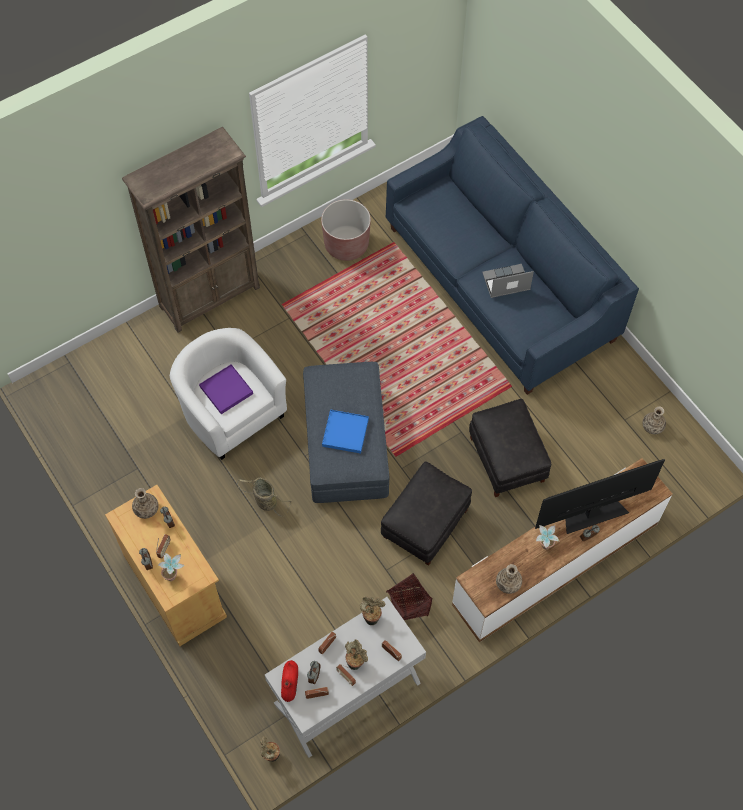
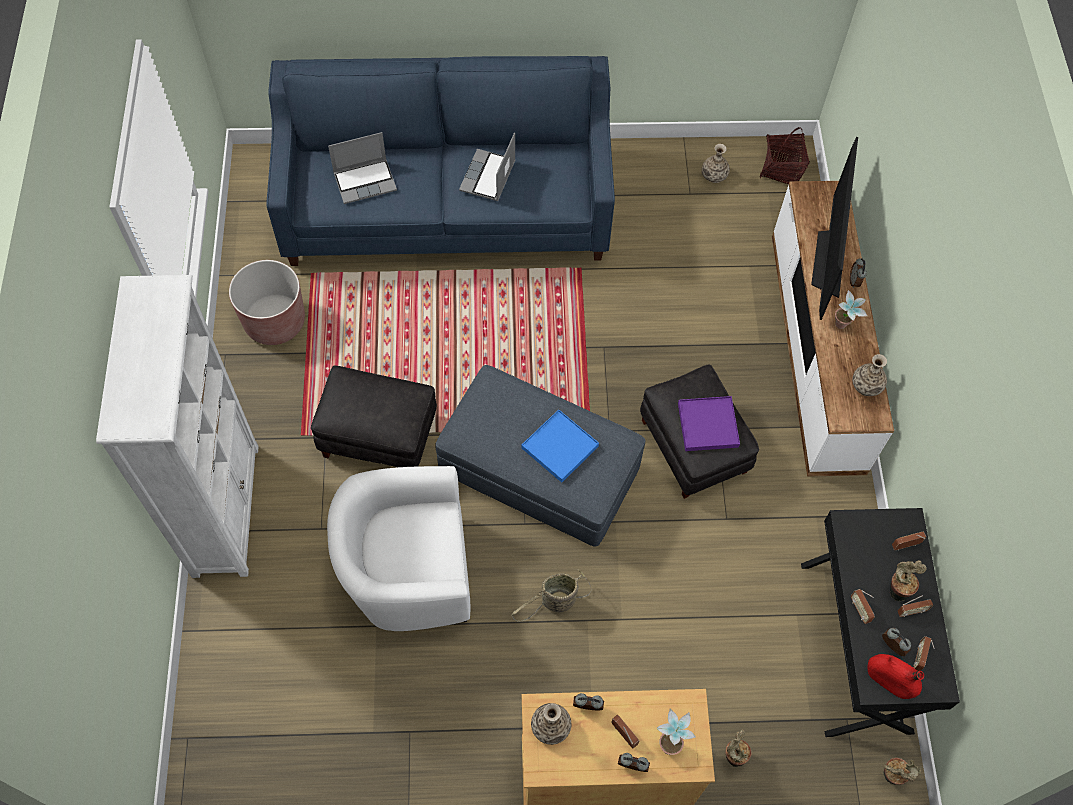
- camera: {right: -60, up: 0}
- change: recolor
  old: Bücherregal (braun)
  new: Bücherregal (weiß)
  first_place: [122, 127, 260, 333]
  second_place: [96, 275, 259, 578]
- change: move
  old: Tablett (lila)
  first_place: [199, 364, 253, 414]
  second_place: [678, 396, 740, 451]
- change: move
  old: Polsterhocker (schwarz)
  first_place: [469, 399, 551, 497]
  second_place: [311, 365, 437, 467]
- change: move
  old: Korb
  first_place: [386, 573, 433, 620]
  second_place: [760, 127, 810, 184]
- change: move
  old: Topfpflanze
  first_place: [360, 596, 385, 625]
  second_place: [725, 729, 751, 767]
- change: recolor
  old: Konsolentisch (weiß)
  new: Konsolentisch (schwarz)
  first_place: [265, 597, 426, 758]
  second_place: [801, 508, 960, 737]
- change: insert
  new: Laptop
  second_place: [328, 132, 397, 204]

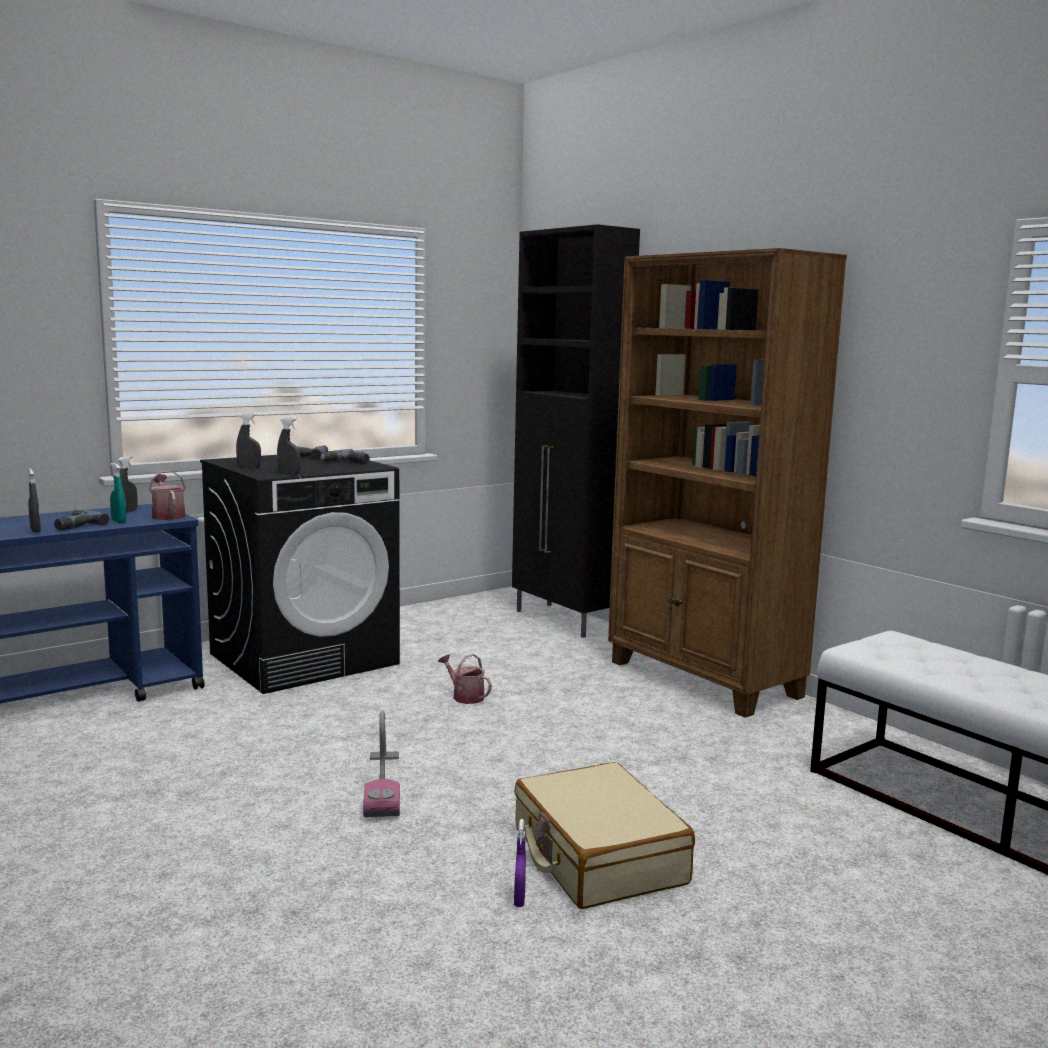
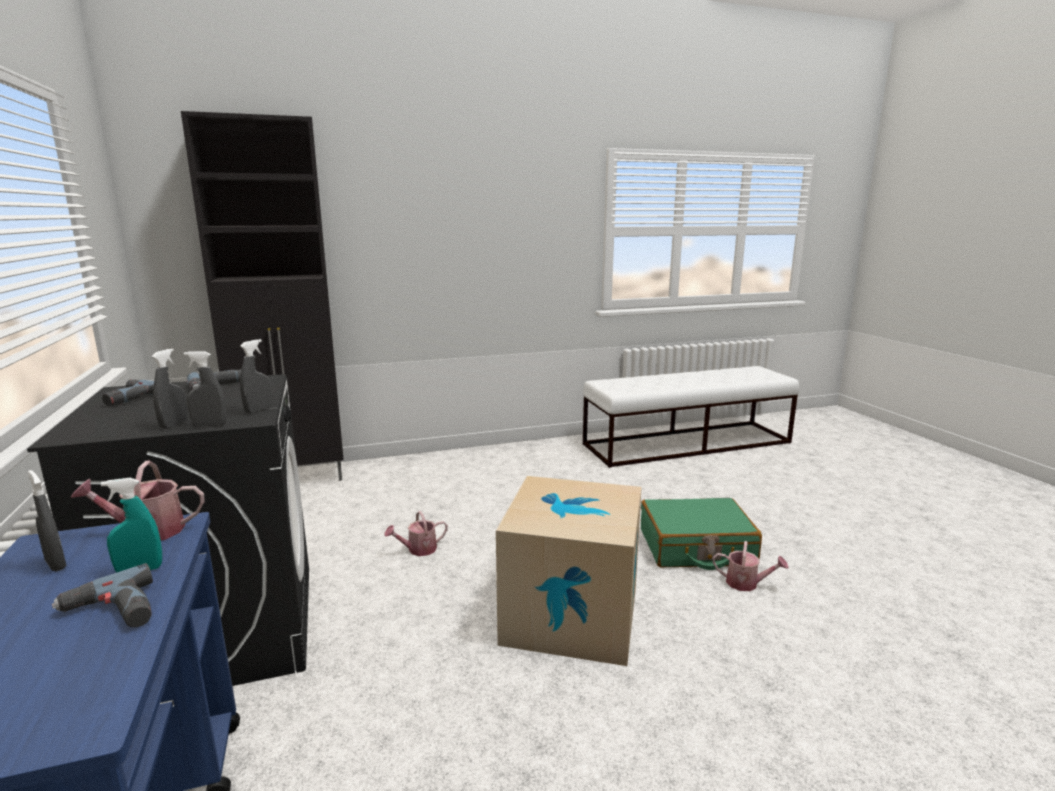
- camera: {right: -70, up: 5}
- change: delete
  old: Bücherregal (braun)
  first_place: [608, 248, 847, 718]
- change: move
  old: Sprühflasche (grau)
  first_place: [28, 469, 41, 533]
  second_place: [184, 351, 226, 427]
- change: replace
  old: Staubsauger
  new: Karton
  first_place: [363, 711, 400, 817]
  second_place: [496, 476, 642, 666]
- change: recolor
  old: Koffer (beige)
  new: Koffer (grün)
  first_place: [515, 762, 695, 909]
  second_place: [641, 498, 762, 570]
- change: replace
  old: Sprühflasche (lila)
  new: Gießkanne
  first_place: [514, 819, 526, 907]
  second_place: [713, 541, 789, 591]

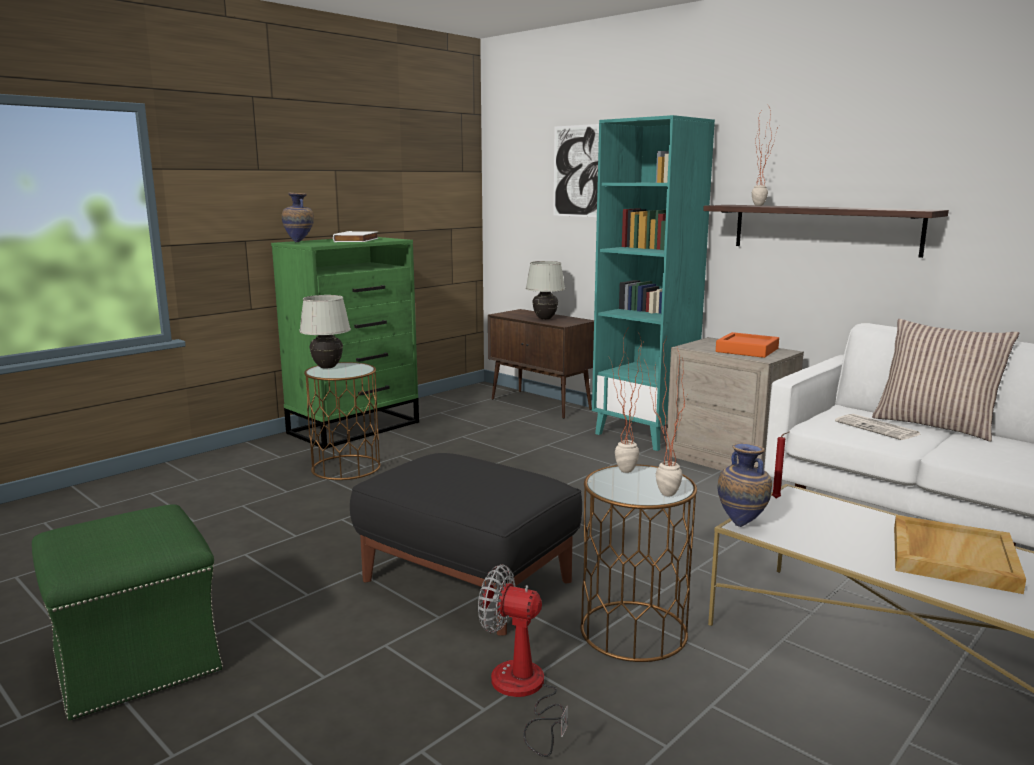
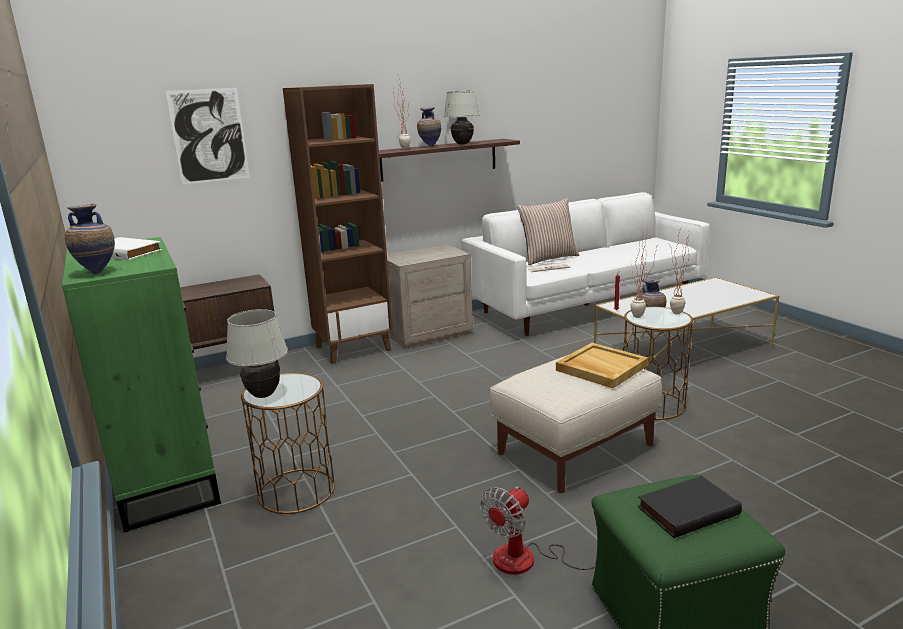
- camera: {right: -70, up: 5}
- change: recolor
  old: Bücherregal (türkis)
  new: Bücherregal (braun)
  first_place: [592, 115, 715, 451]
  second_place: [283, 84, 393, 364]
- change: move
  old: Tischlampe (weiß)
  first_place: [526, 261, 565, 319]
  second_place: [444, 91, 479, 144]
- change: delete
  old: Tablett (orange)
  first_place: [716, 332, 779, 358]
- change: recolor
  old: Polsterhocker (schwarz)
  new: Polsterhocker (beige)
  first_place: [350, 453, 582, 636]
  second_place: [490, 355, 662, 493]
- change: move
  old: Tablett (beige)
  first_place: [894, 515, 1026, 594]
  second_place: [556, 343, 648, 389]
- change: move
  old: Ventilator
  first_place: [478, 565, 568, 757]
  second_place: [480, 486, 595, 575]
- change: insert
  new: Vase
  second_place: [417, 107, 441, 147]
- change: insert
  new: Buch (schwarz)
  second_place: [637, 476, 742, 538]

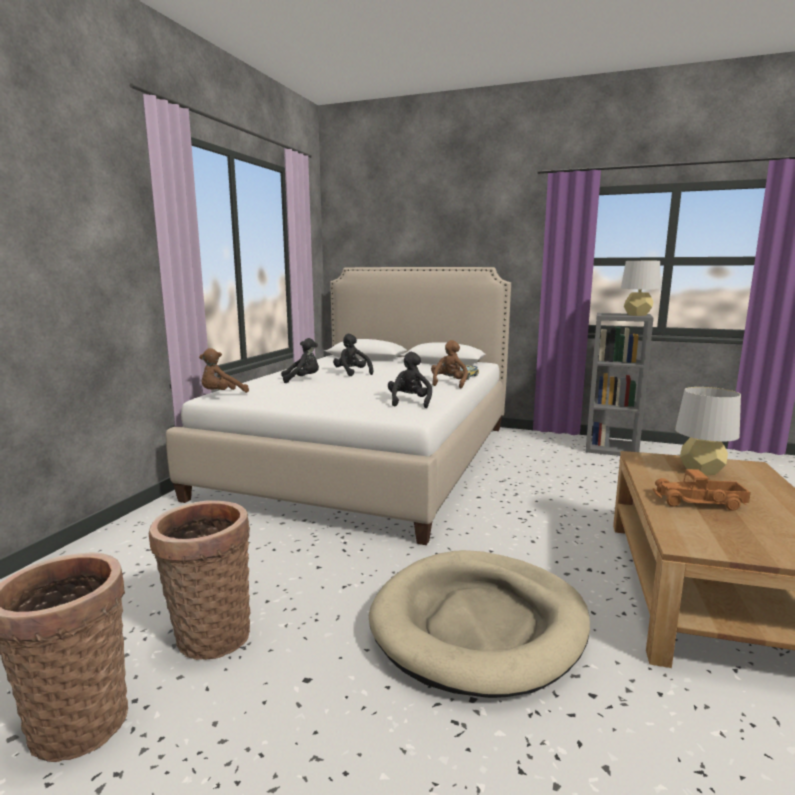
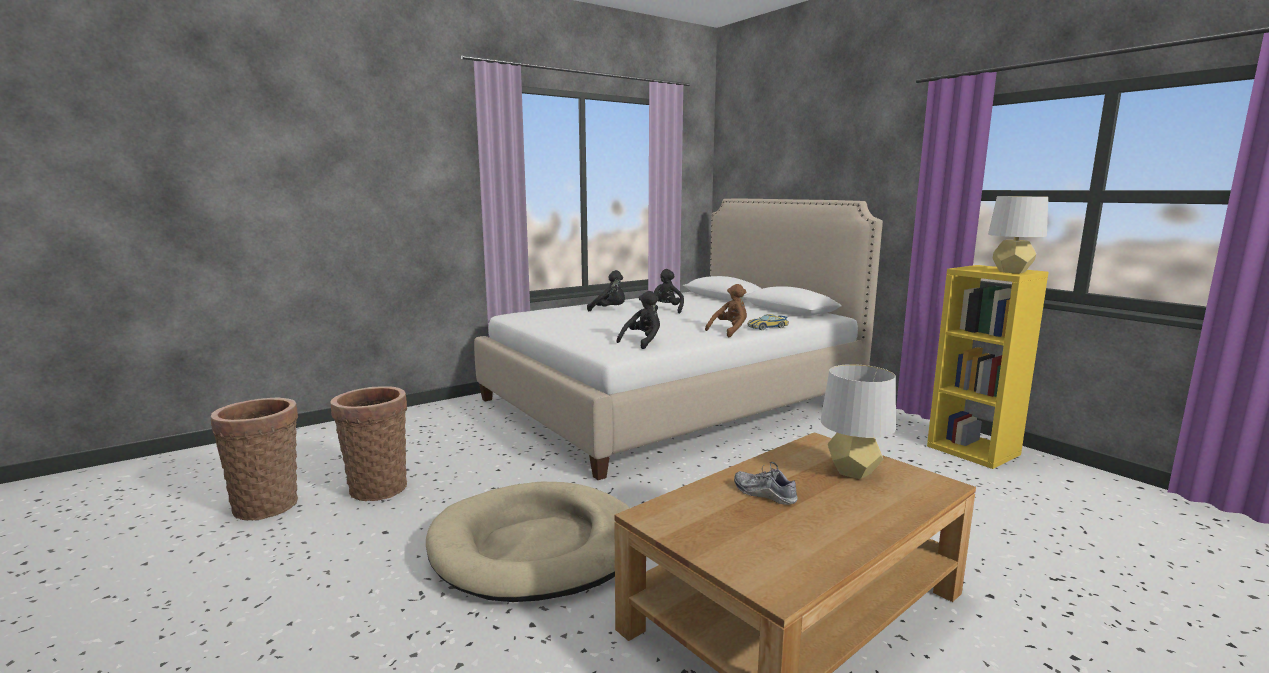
- camera: {right: 35, up: 0}
- change: recolor
  old: Bücherregal (grau)
  new: Bücherregal (gelb)
  first_place: [586, 313, 654, 456]
  second_place: [927, 265, 1048, 469]
- change: delete
  old: Plüschtier (braun)
  first_place: [199, 348, 249, 393]
- change: replace
  old: Spielzeuglaster
  new: Schuh
  first_place: [653, 469, 751, 511]
  second_place: [734, 462, 798, 505]

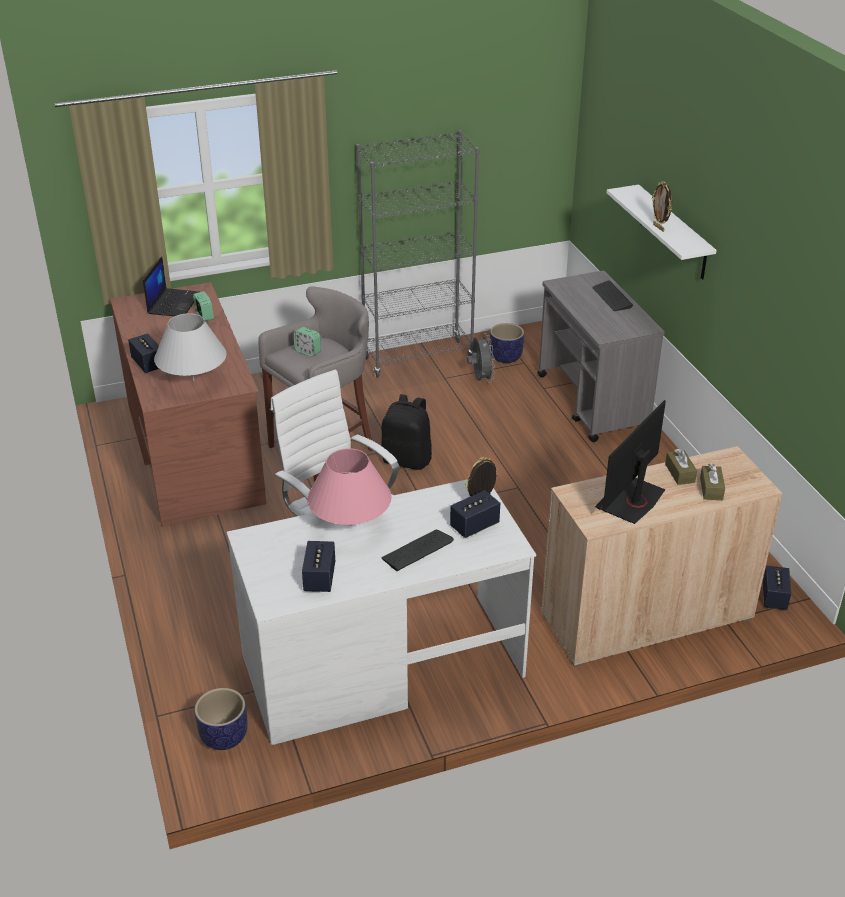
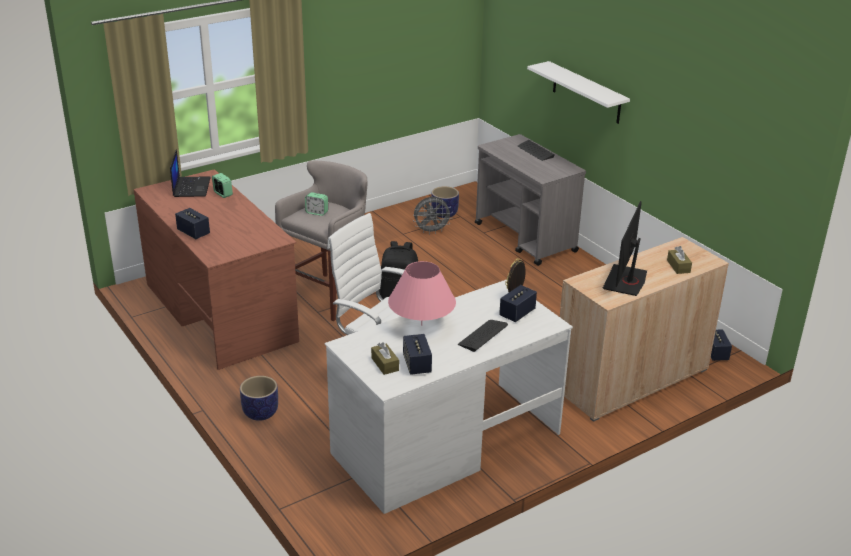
- camera: {right: -15, up: -5}
- change: delete
  old: Bücherregal (grau)
  first_place: [356, 130, 479, 378]
- change: delete
  old: Bilderrahmen
  first_place: [652, 181, 672, 232]
- change: delete
  old: Tischlampe (weiß)
  first_place: [154, 313, 227, 382]
- change: rotate
  old: Ventilator (grau)
  first_place: [467, 333, 495, 383]
  second_place: [413, 197, 453, 235]
  degrees: 105
- change: move
  old: Taschentuchbox (braun)
  first_place: [665, 449, 697, 485]
  second_place: [371, 342, 399, 375]
- change: move
  old: Pflanzkübel
  first_place: [194, 688, 247, 750]
  second_place: [240, 376, 278, 421]

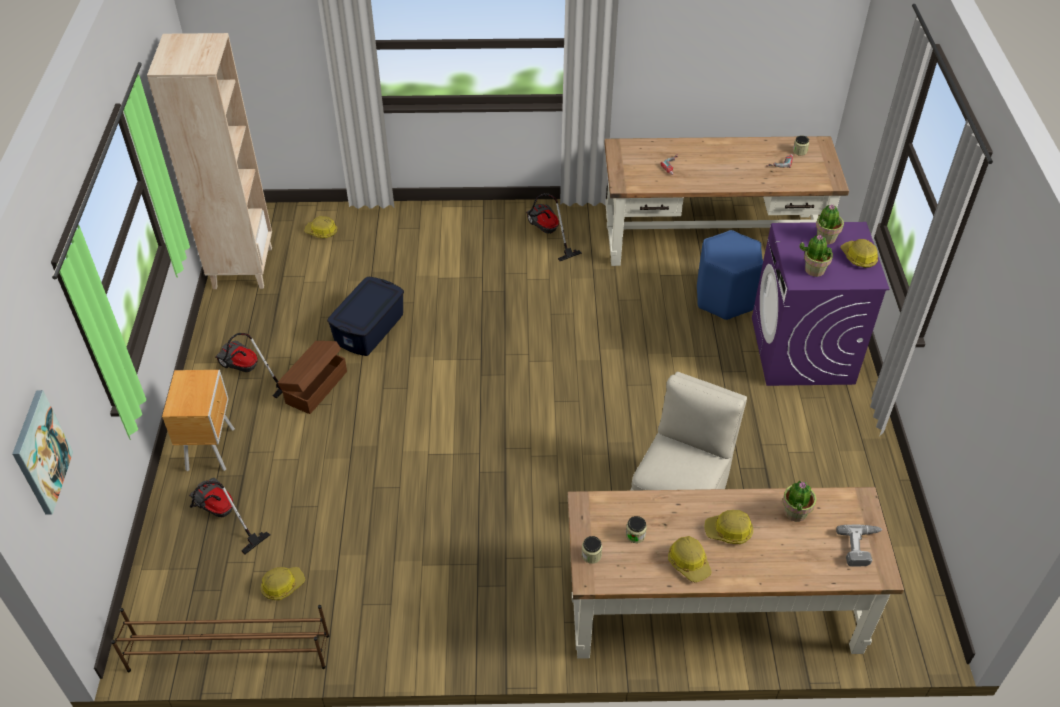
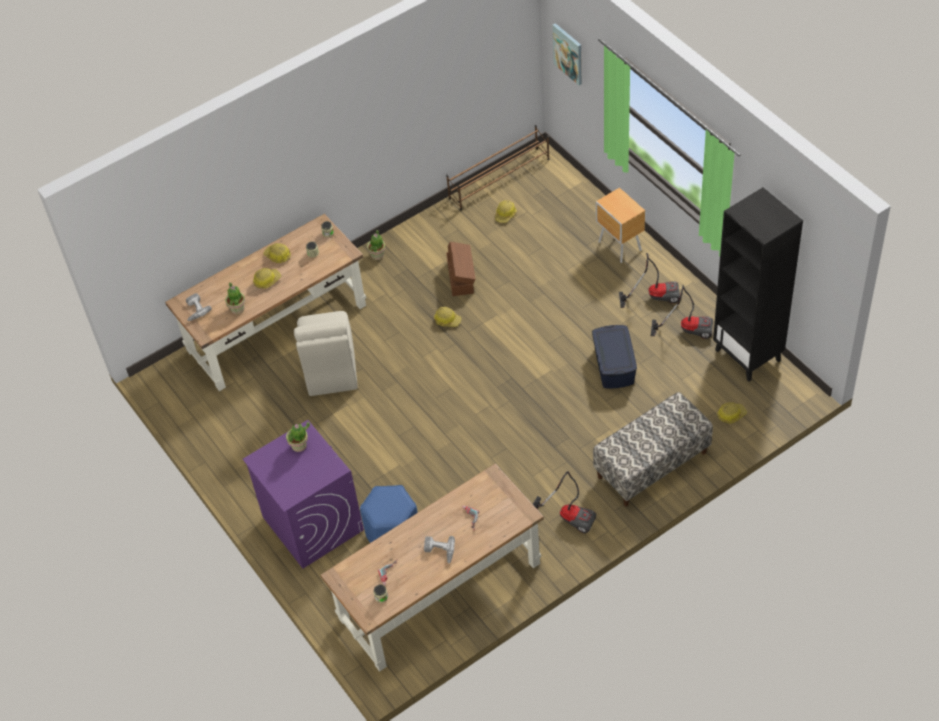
- camera: {right: 150, up: 5}
- change: recolor
  old: Bücherregal (beige)
  new: Bücherregal (schwarz)
  first_place: [147, 33, 272, 289]
  second_place: [713, 187, 803, 381]
- change: move
  old: Topfpflanze
  first_place: [816, 204, 844, 244]
  second_place: [367, 230, 385, 260]
- change: move
  old: Schutzhelm
  first_place: [841, 239, 878, 268]
  second_place: [434, 307, 462, 327]
- change: move
  old: Aufbewahrungsbox (braun)
  first_place: [277, 341, 347, 414]
  second_place: [446, 242, 476, 296]
- change: move
  old: Staubsauger
  first_place: [189, 478, 270, 555]
  second_place: [651, 285, 713, 339]
- change: insert
  new: Bank
  second_place: [593, 392, 713, 507]
- change: insert
  new: Bohrmaschine
  second_place: [424, 536, 455, 563]

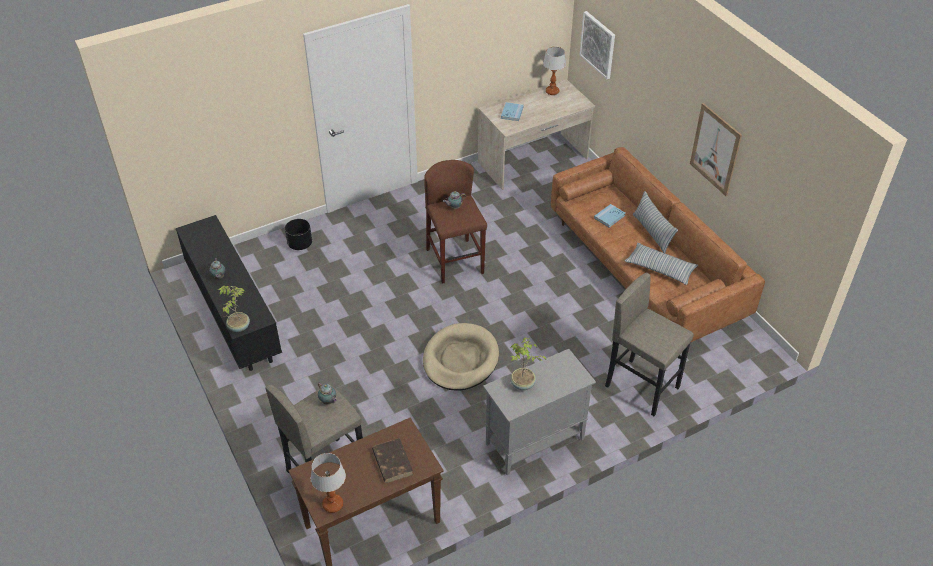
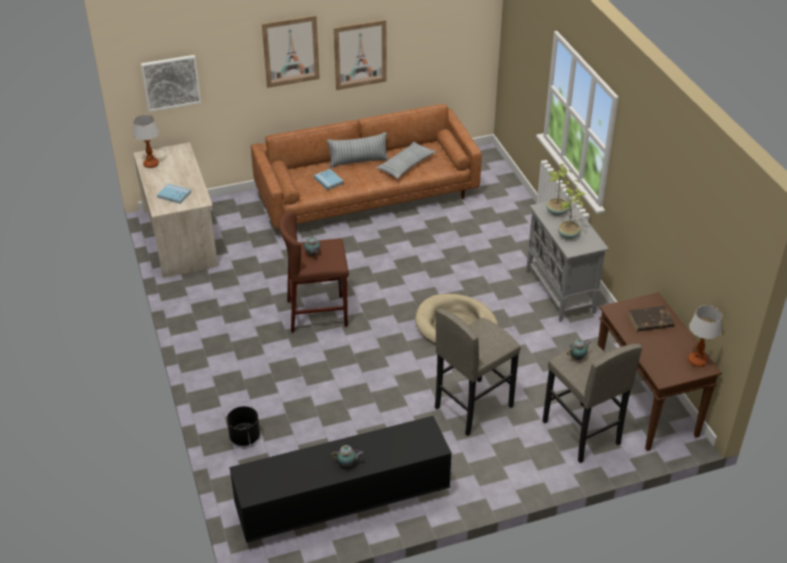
- camera: {right: -80, up: -5}
- change: move
  old: Hocker (grau)
  first_place: [605, 273, 694, 416]
  second_place: [435, 308, 521, 436]
- change: move
  old: Topfpflanze
  first_place: [218, 285, 250, 332]
  second_place: [546, 164, 579, 216]
- change: insert
  new: Bild
  second_place: [262, 15, 320, 88]

